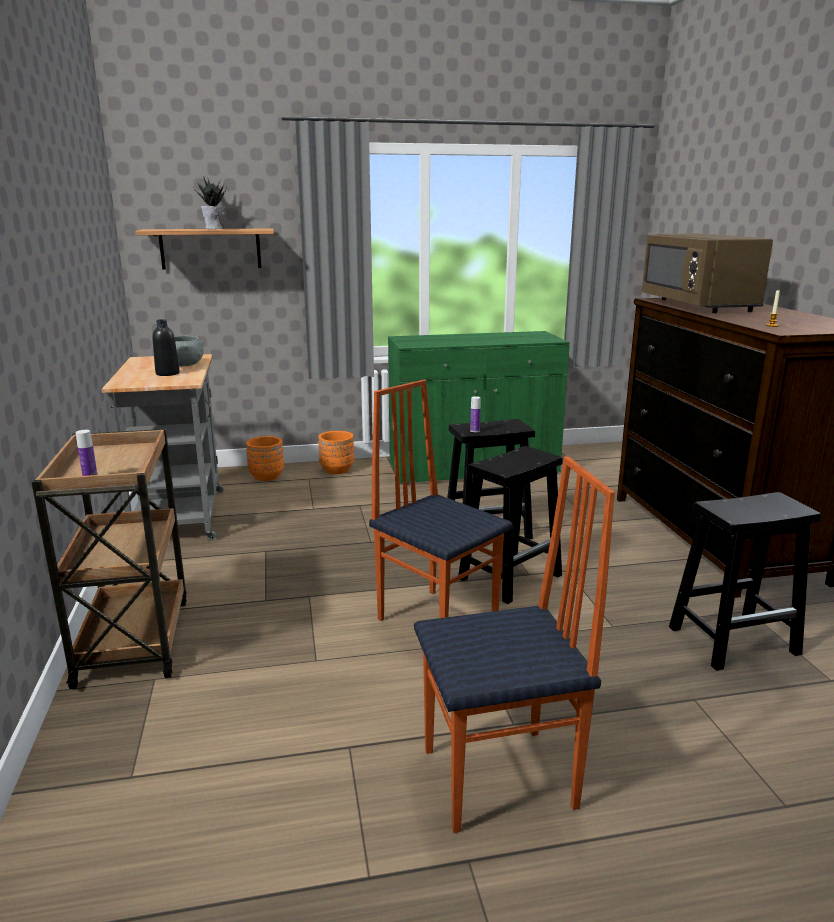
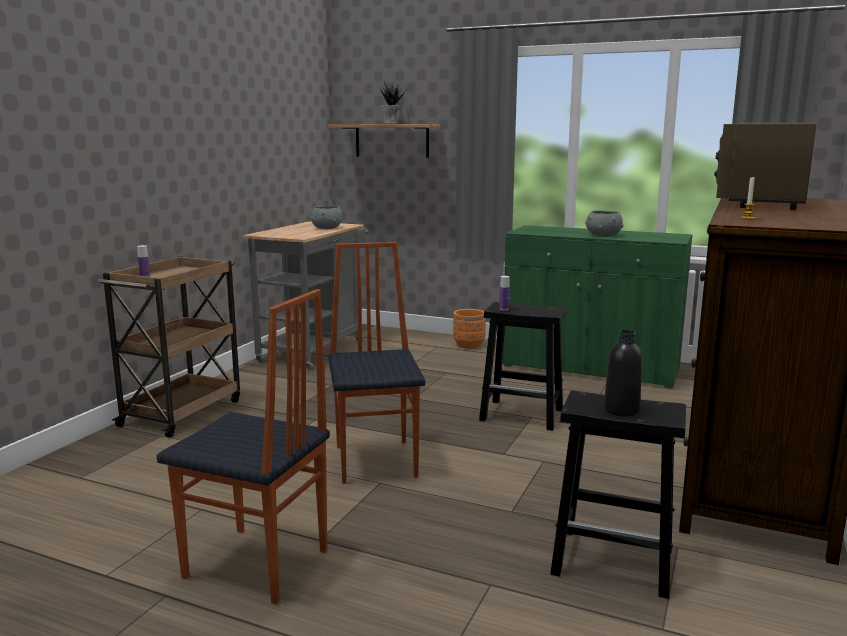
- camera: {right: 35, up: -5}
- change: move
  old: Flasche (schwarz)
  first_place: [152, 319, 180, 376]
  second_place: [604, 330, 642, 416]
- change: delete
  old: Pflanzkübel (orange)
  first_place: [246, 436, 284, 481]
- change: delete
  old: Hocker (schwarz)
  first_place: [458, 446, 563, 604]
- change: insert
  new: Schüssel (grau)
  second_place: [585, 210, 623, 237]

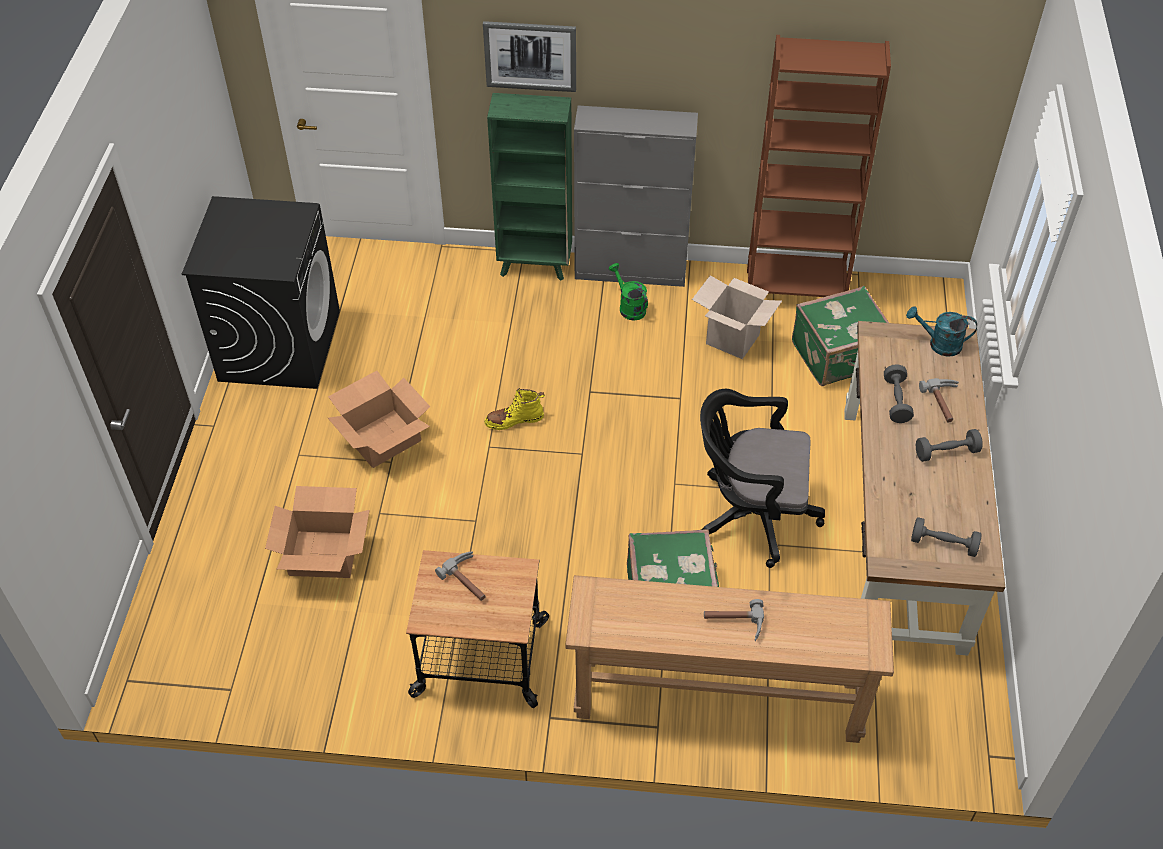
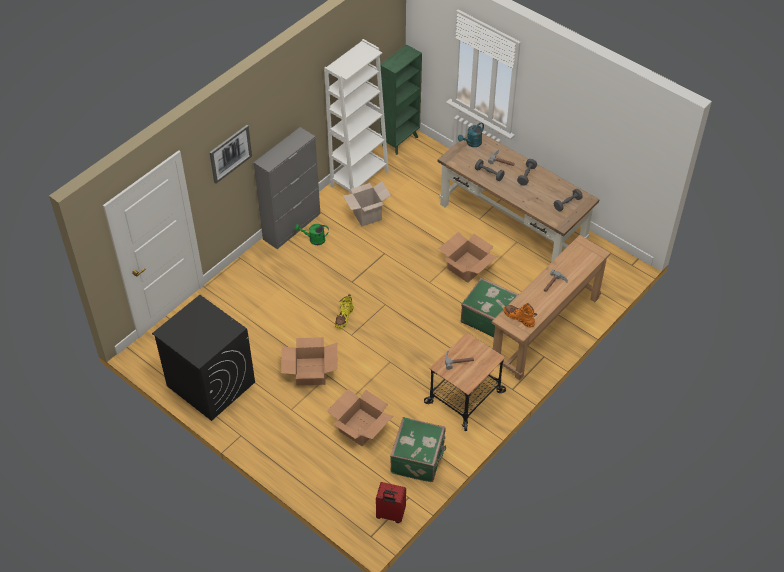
- camera: {right: -55, up: 0}
- change: recolor
  old: Bücherregal (braun)
  new: Bücherregal (weiß)
  first_place: [747, 35, 891, 297]
  second_place: [324, 39, 389, 194]
- change: move
  old: Bücherregal (grün)
  first_place: [487, 93, 572, 281]
  second_place: [380, 44, 422, 155]
- change: move
  old: Koffer (grün)
  first_place: [792, 286, 889, 386]
  second_place: [390, 417, 446, 482]
- change: replace
  old: Bürostuhl (schwarz)
  new: Karton
  first_place: [700, 389, 825, 568]
  second_place: [438, 232, 498, 283]
- change: insert
  new: Stiefel (orange)
  second_place: [503, 303, 537, 328]
- change: insert
  new: Koffer (rot)
  second_place: [376, 482, 406, 523]

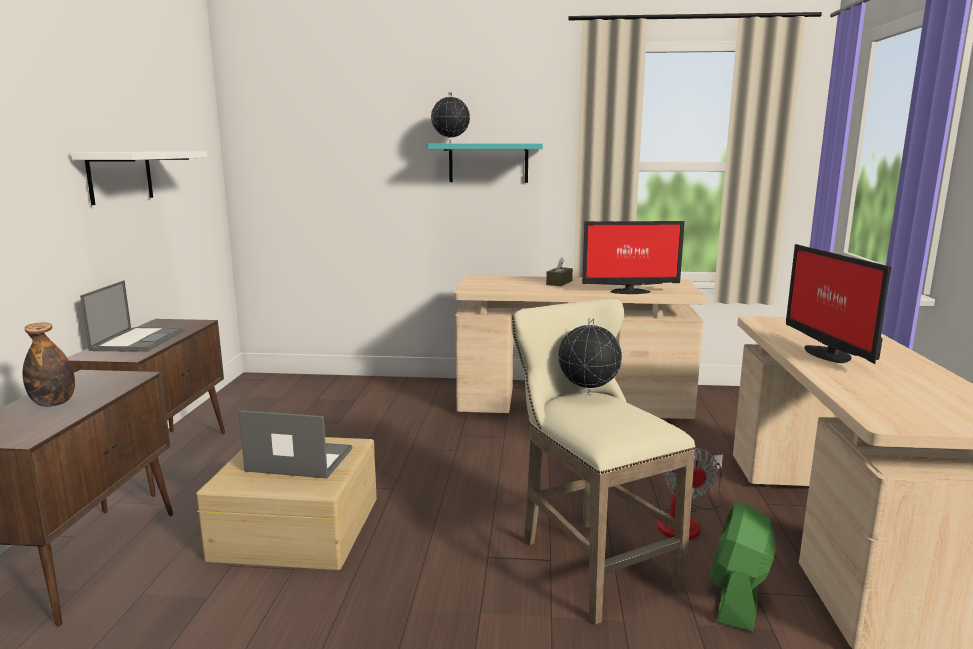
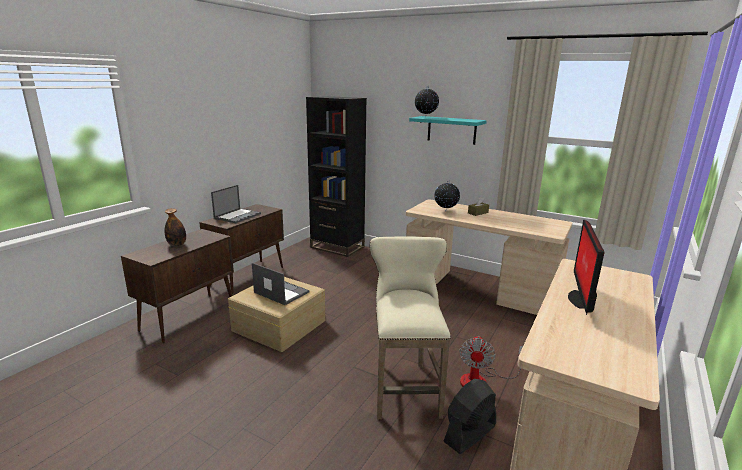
- camera: {right: 25, up: 5}
- change: delete
  old: Wandregal (weiß)
  first_place: [71, 152, 207, 205]
- change: delete
  old: Monitor
  first_place: [582, 221, 685, 294]
- change: move
  old: Globus
  first_place: [558, 318, 622, 395]
  second_place: [434, 180, 460, 212]
- change: recolor
  old: Ventilator (grün)
  new: Ventilator (schwarz)
  first_place: [709, 503, 776, 632]
  second_place: [443, 379, 496, 454]
- change: insert
  new: Bücherregal (schwarz)
  second_place: [306, 96, 367, 257]

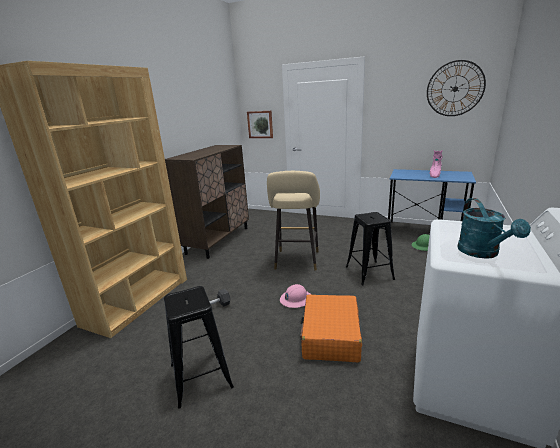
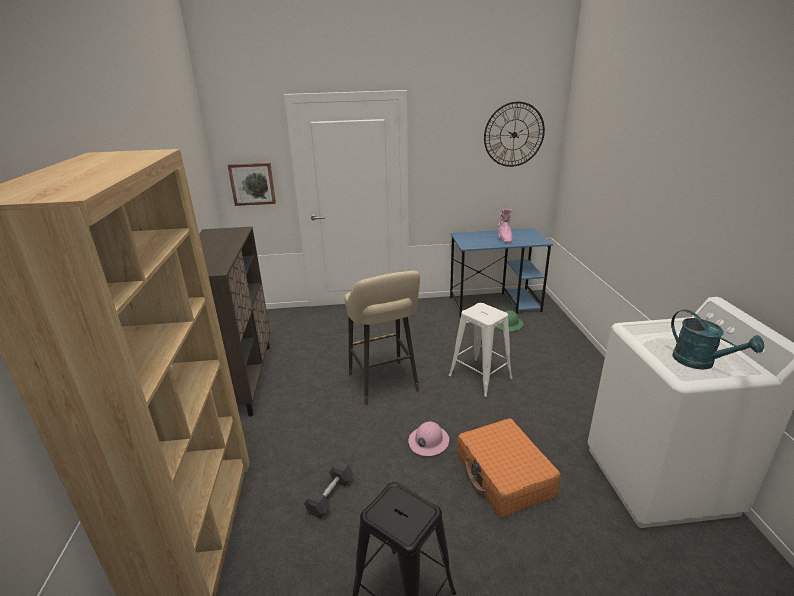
- camera: {right: -30, up: 5}
- change: recolor
  old: Hocker (schwarz)
  new: Hocker (weiß)
  first_place: [346, 212, 395, 285]
  second_place: [449, 303, 513, 397]

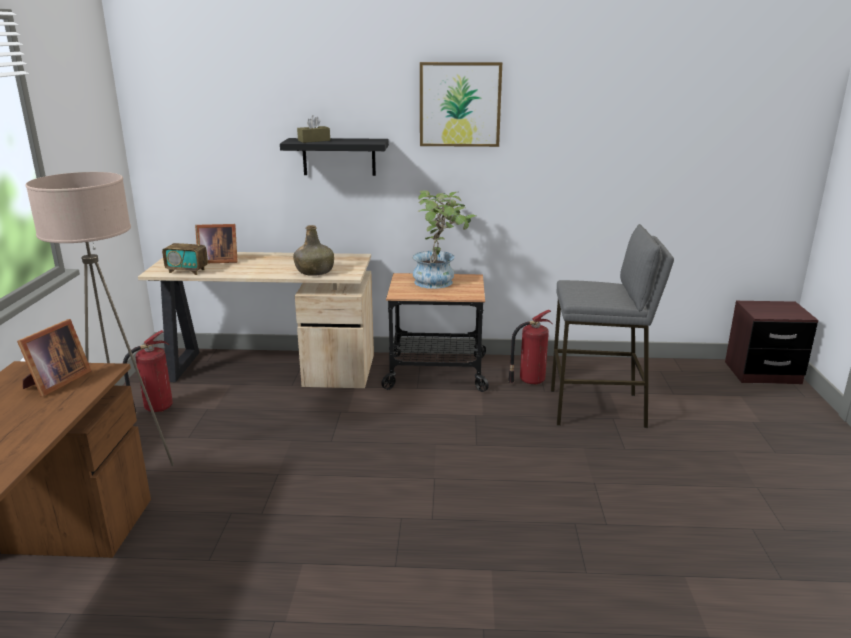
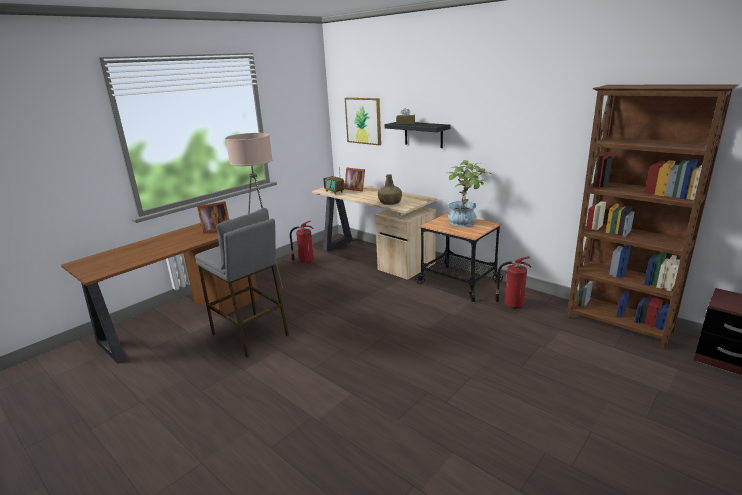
- camera: {right: 40, up: 0}
- change: move
  old: Bild
  first_place: [420, 62, 502, 147]
  second_place: [345, 98, 381, 145]
- change: move
  old: Hocker (grau)
  first_place: [551, 224, 674, 428]
  second_place: [195, 208, 289, 358]
- change: insert
  new: Bücherregal (braun)
  second_place: [567, 84, 739, 349]

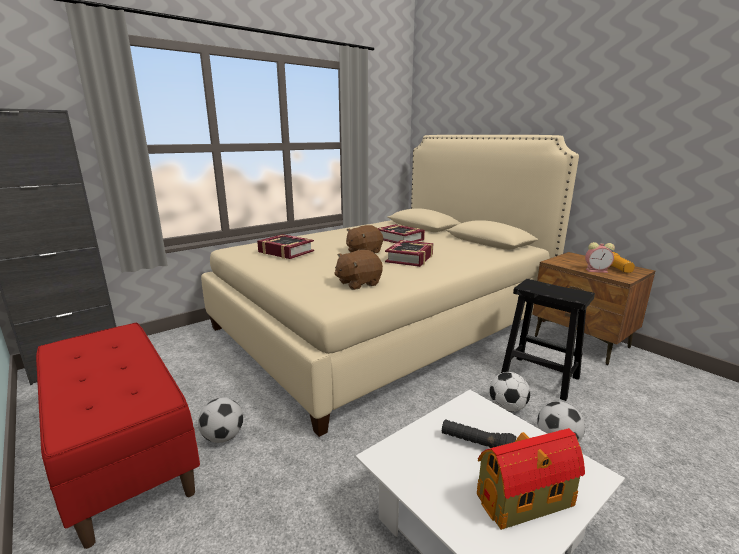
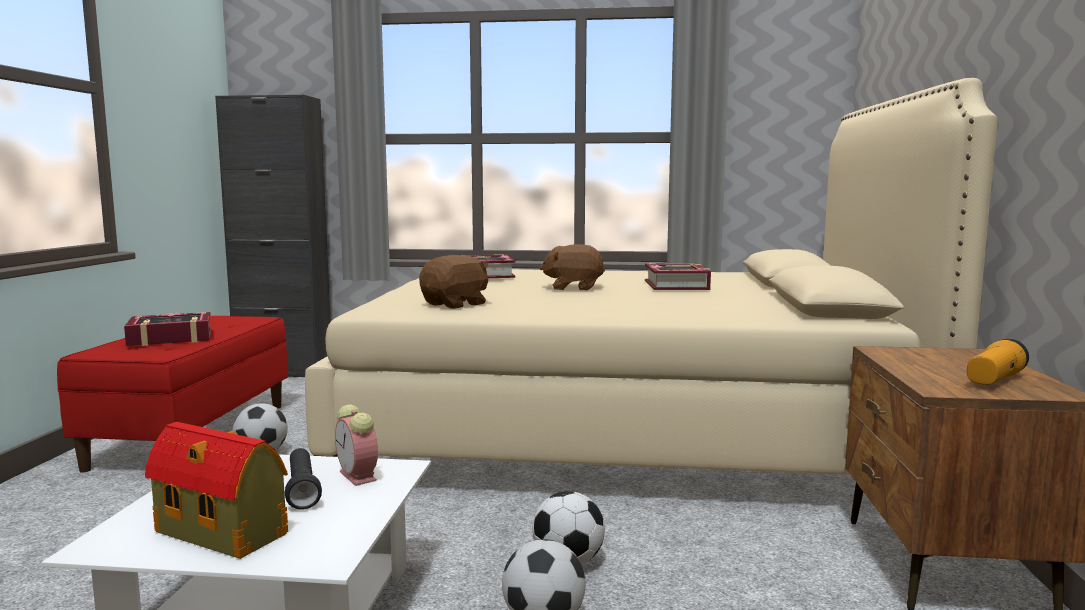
- camera: {right: 45, up: -10}
- change: move
  old: Buch
  first_place: [385, 240, 433, 267]
  second_place: [124, 312, 212, 346]
- change: move
  old: Wecker
  first_place: [585, 242, 615, 273]
  second_place: [335, 404, 378, 486]
- change: rotate
  old: Plüschtier (braun)
  first_place: [334, 250, 383, 290]
  second_place: [419, 255, 489, 309]
  degrees: 120
- change: delete
  old: Hocker (schwarz)
  first_place: [501, 279, 595, 401]

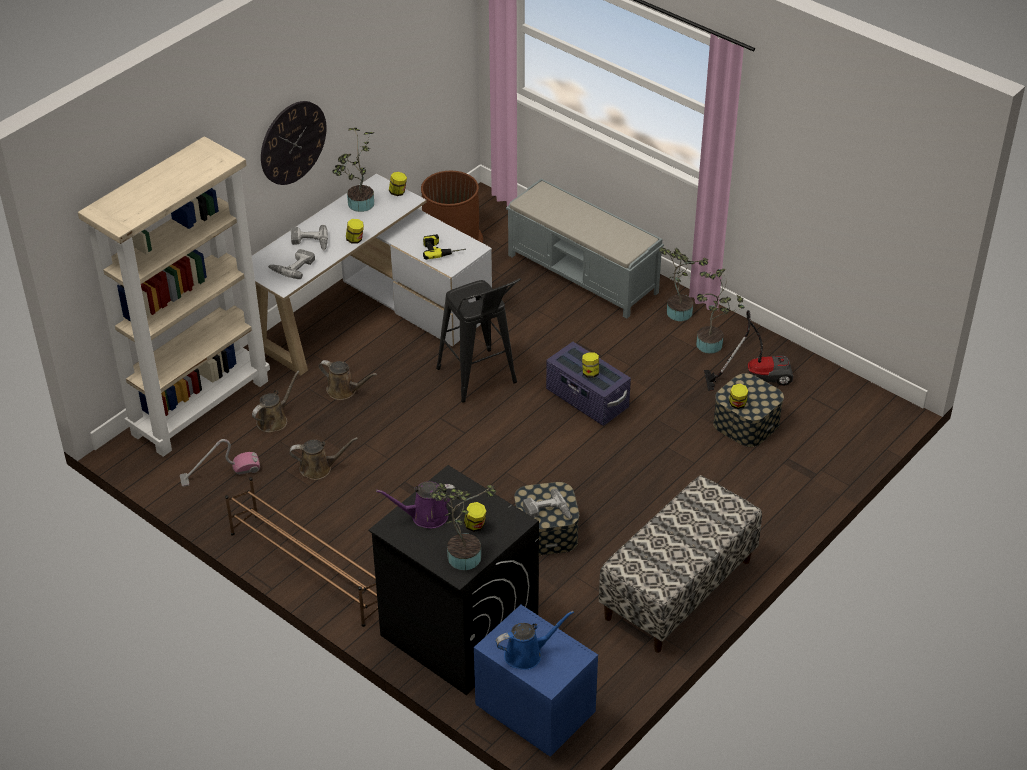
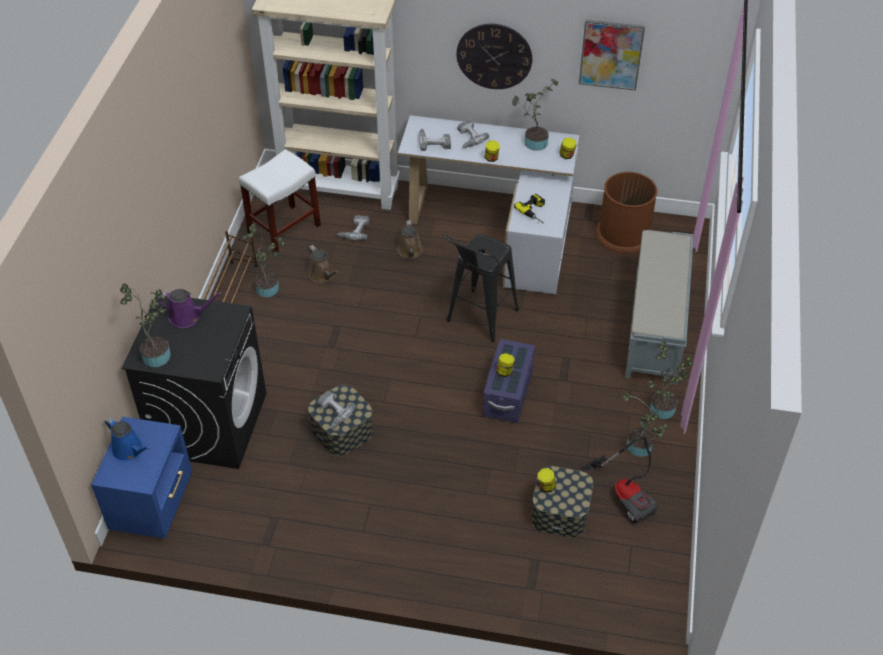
- camera: {right: 60, up: 5}
- change: replace
  old: Gießkanne (braun)
  new: Bohrmaschine
  first_place: [252, 371, 300, 433]
  second_place: [337, 215, 370, 241]
- change: replace
  old: Staubsauger
  new: Hocker (weiß)
  first_place: [180, 439, 260, 487]
  second_place: [239, 149, 321, 253]
- change: delete
  old: Bank
  first_place: [599, 475, 762, 653]
- change: rotate
  old: Gießkanne (lila)
  first_place: [376, 481, 456, 529]
  second_place: [157, 289, 222, 328]
  degrees: 135
- change: delete
  old: Vorratsglas
  first_place: [464, 502, 487, 532]
- change: insert
  new: Bild
  second_place: [579, 20, 645, 91]
- change: insert
  new: Topfpflanze
  second_place: [242, 223, 286, 297]

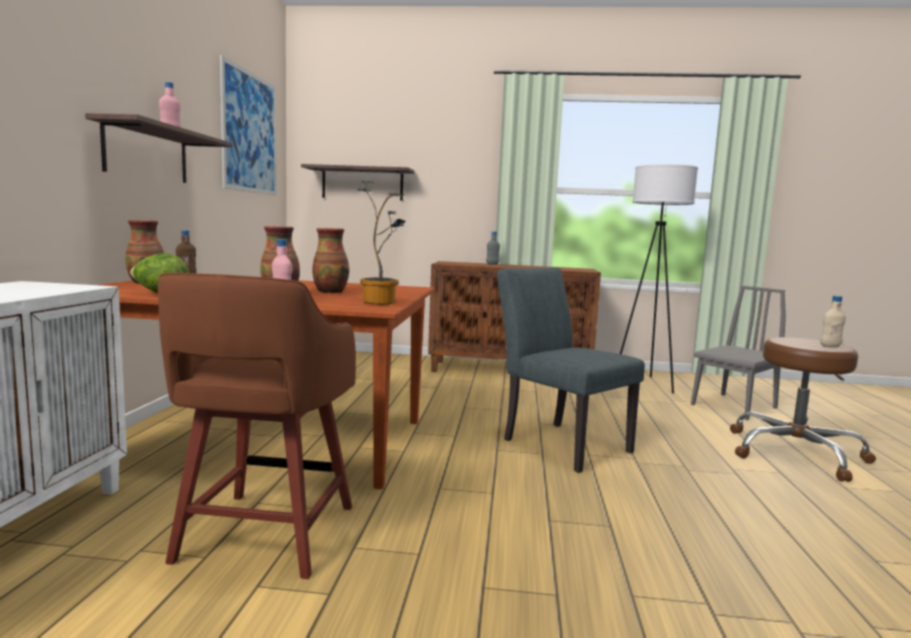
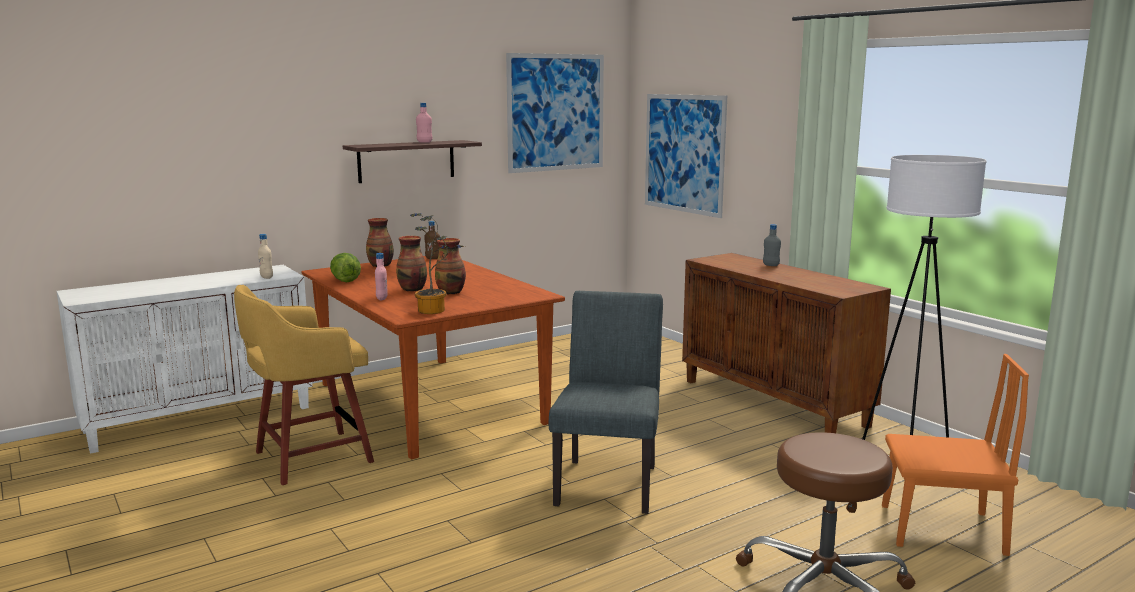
- camera: {right: 50, up: 5}
- change: replace
  old: Wandregal
  new: Bild
  first_place: [301, 164, 414, 201]
  second_place: [645, 94, 727, 218]
- change: recolor
  old: Hocker (braun)
  new: Hocker (gelb)
  first_place: [157, 273, 356, 579]
  second_place: [234, 285, 374, 485]
- change: recolor
  old: Stuhl (grau)
  new: Stuhl (orange)
  first_place: [691, 286, 786, 420]
  second_place: [882, 354, 1029, 556]
- change: move
  old: Flasche (beige)
  first_place: [820, 296, 846, 348]
  second_place: [258, 234, 273, 279]

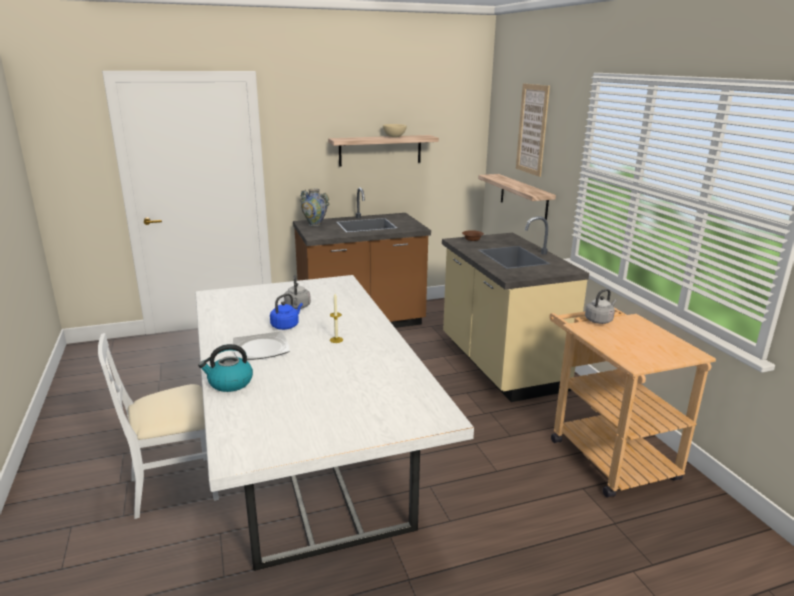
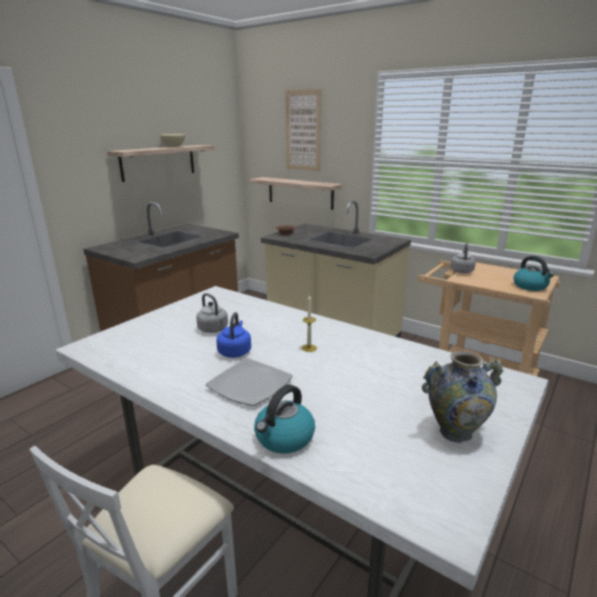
- camera: {right: -35, up: 0}
- change: move
  old: Vase
  first_place: [301, 189, 329, 226]
  second_place: [422, 351, 503, 443]
- change: insert
  new: Wasserkessel
  second_place: [514, 256, 554, 291]

